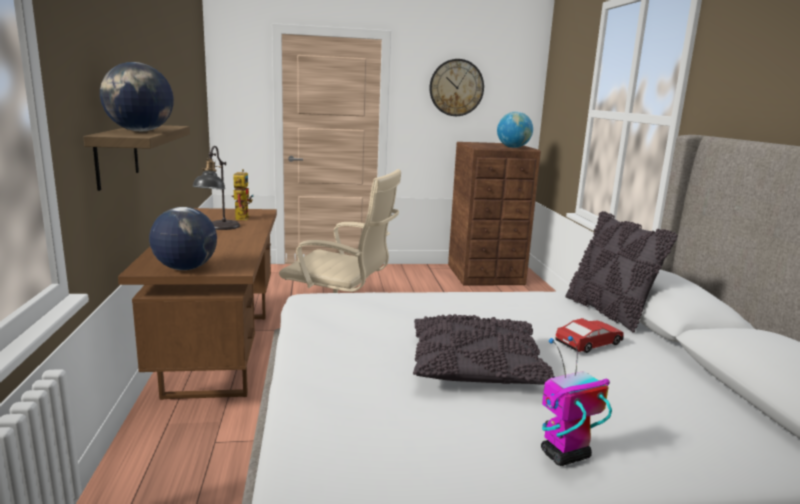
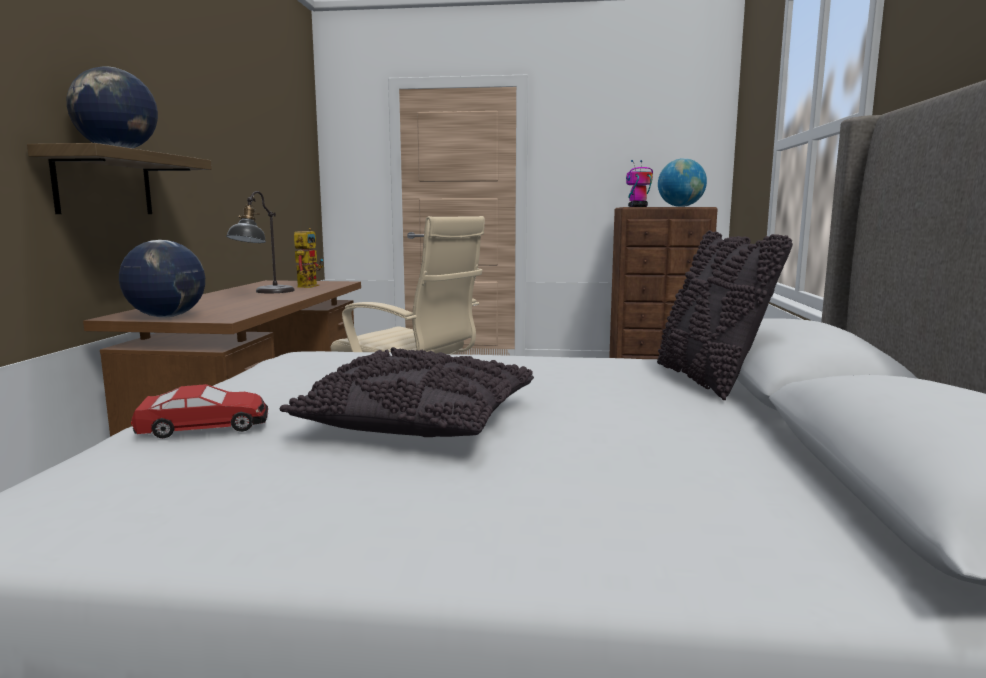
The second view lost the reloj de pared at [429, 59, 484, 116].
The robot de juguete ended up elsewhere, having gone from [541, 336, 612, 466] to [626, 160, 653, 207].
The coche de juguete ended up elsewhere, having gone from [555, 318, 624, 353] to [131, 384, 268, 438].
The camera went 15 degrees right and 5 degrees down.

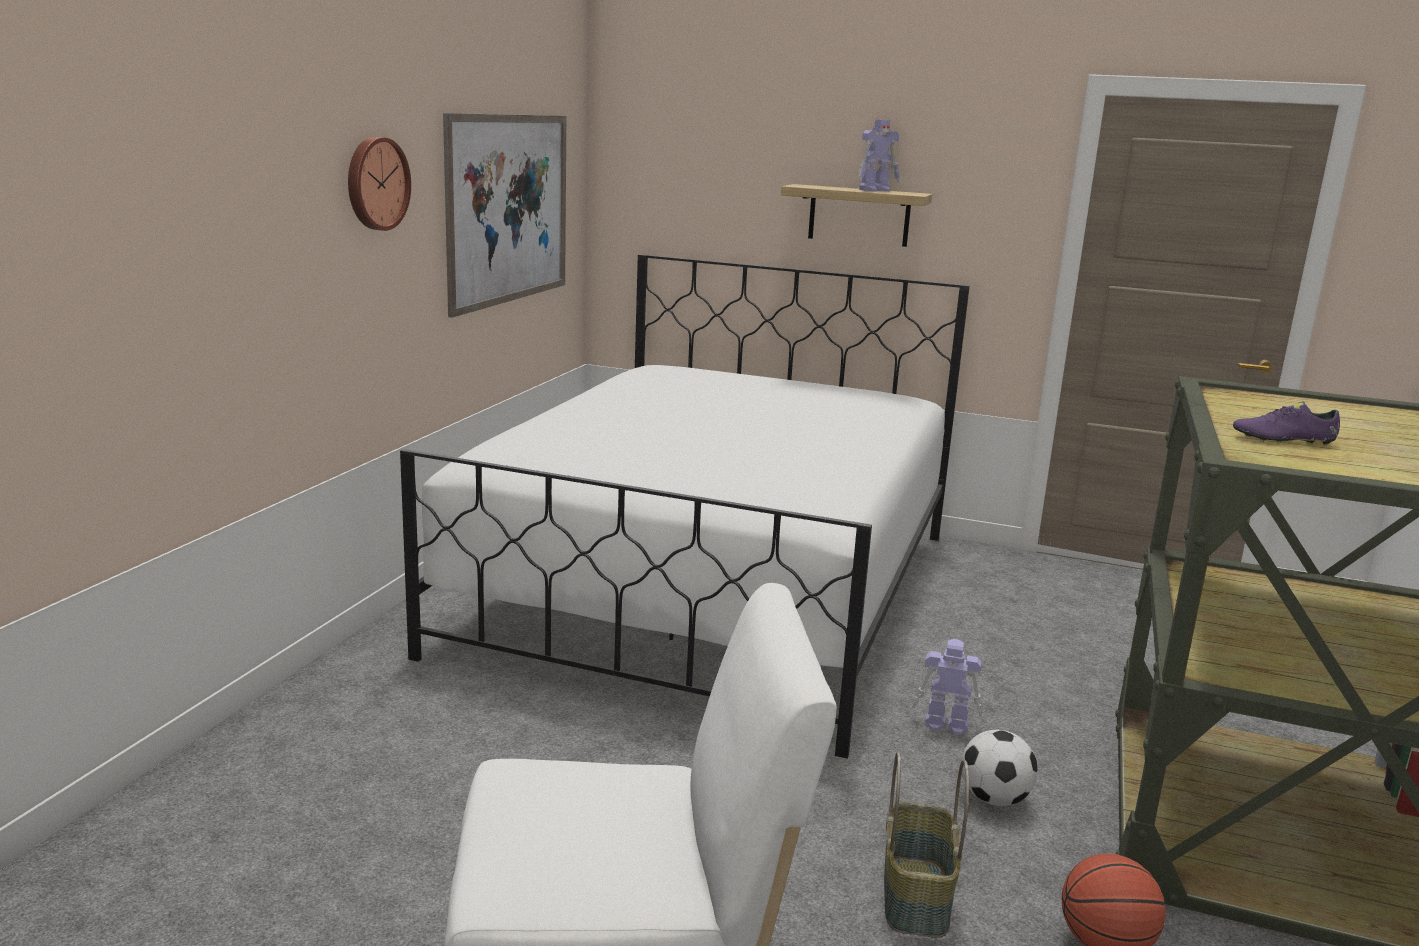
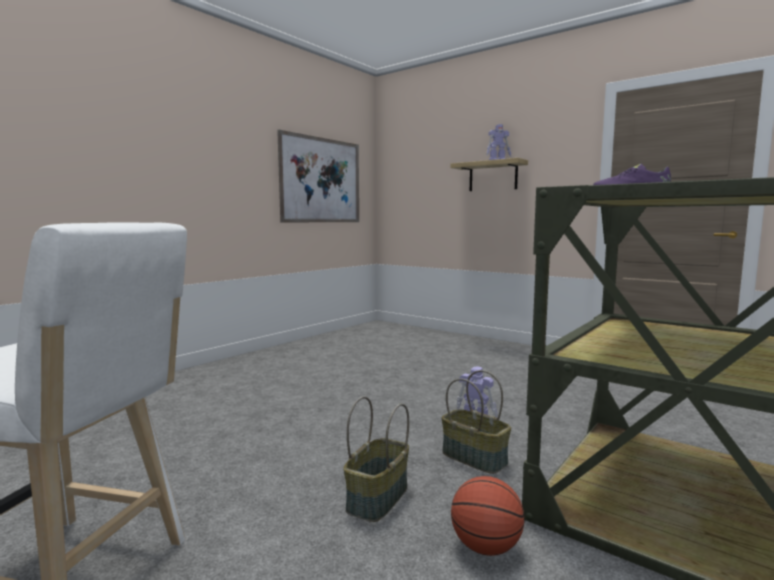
The second view lost the reloj de pared at [348, 137, 411, 231].
The second view lost the cama/blanco at [400, 254, 970, 759].
Where the balón de fútbol stood at [961, 730, 1038, 806], the cesta came to stand at [441, 370, 511, 474].
The camera went 20 degrees right and 10 degrees down.

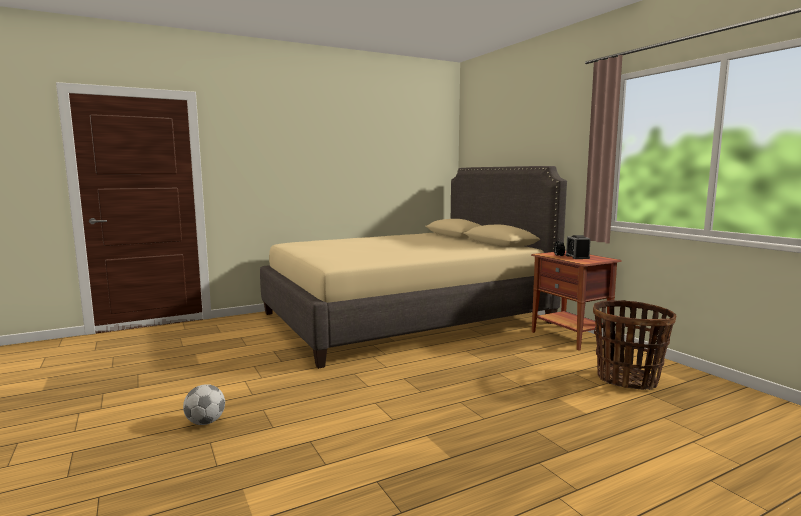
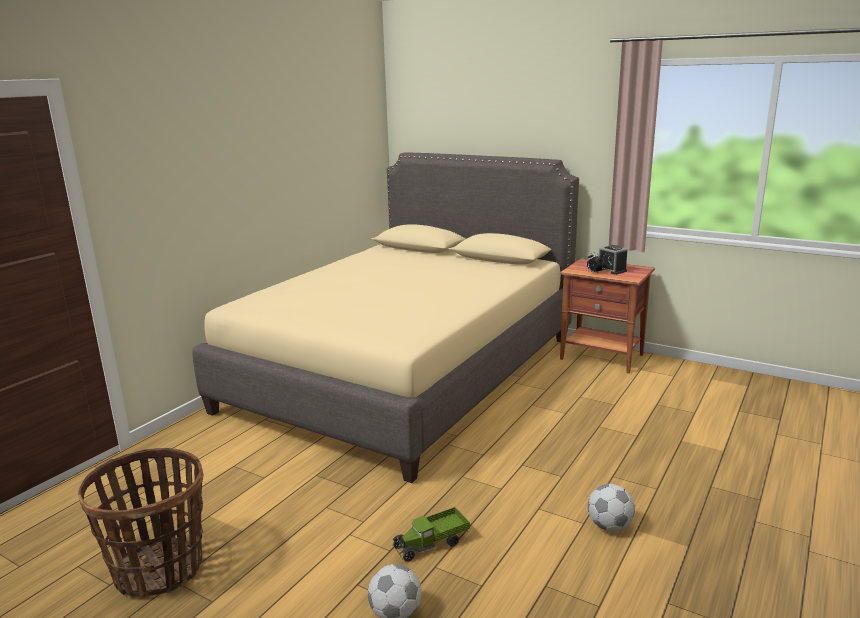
The second view gained the camión de juguete at [392, 507, 470, 562].
The second view gained the balón de fútbol at [588, 484, 635, 531].
The cesta ended up elsewhere, having gone from [593, 300, 676, 390] to [78, 448, 203, 597].
The camera went 30 degrees left and 10 degrees up.

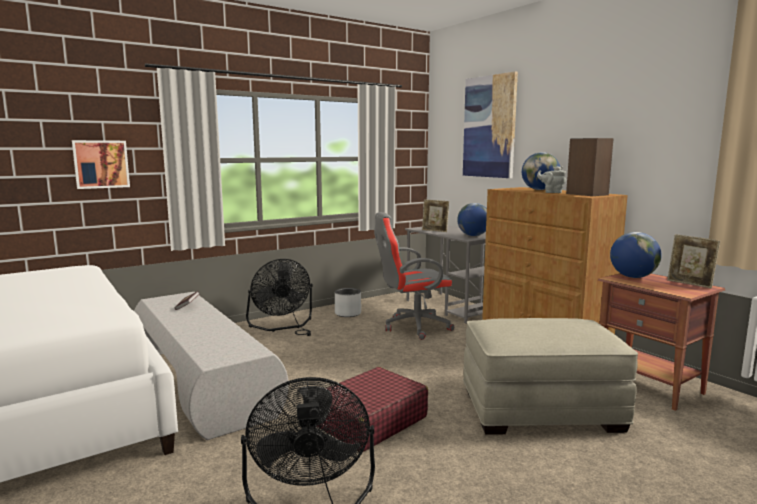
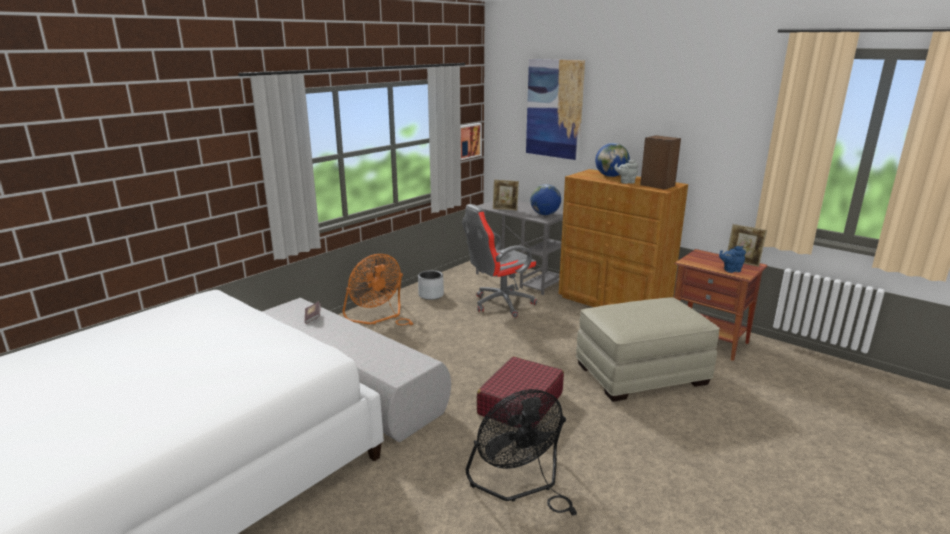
The second view lost the globo terráqueo at [610, 232, 662, 278].
The second view gained the tetera/azul at [719, 246, 746, 273].
The cuadro ended up elsewhere, having gone from [72, 140, 130, 189] to [461, 123, 482, 160].
What was the ventilador/negro at [246, 259, 313, 336] turned into the ventilador/naranja at [343, 254, 413, 325].
The camera went 15 degrees left and 10 degrees up.

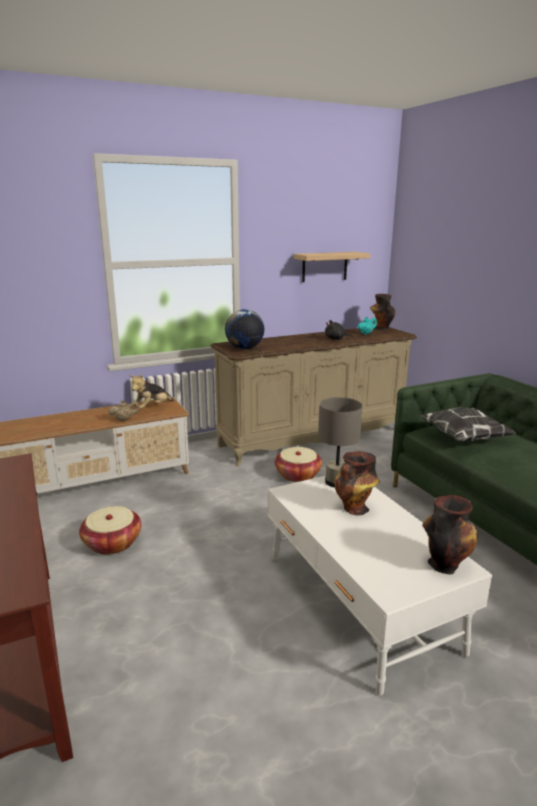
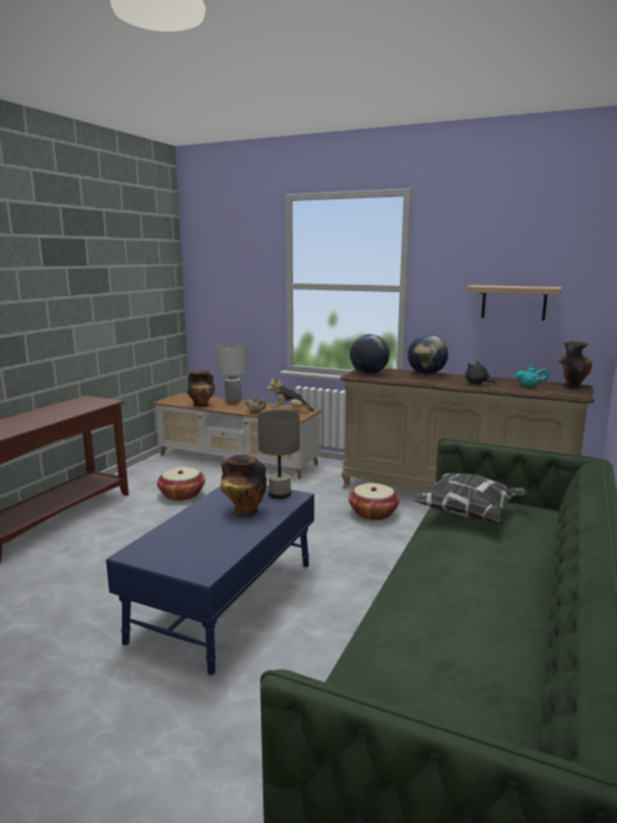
The second view gained the lámpara de mesa/gris at [218, 344, 246, 403].
The second view gained the globo terráqueo at [407, 334, 448, 375].
The florero ended up elsewhere, having gone from [423, 495, 478, 575] to [187, 370, 215, 407].
What was the mesa de centro/blanco at [267, 476, 492, 695] turned into the mesa de centro/azul at [106, 485, 314, 675].
The camera went 50 degrees right and 5 degrees down.

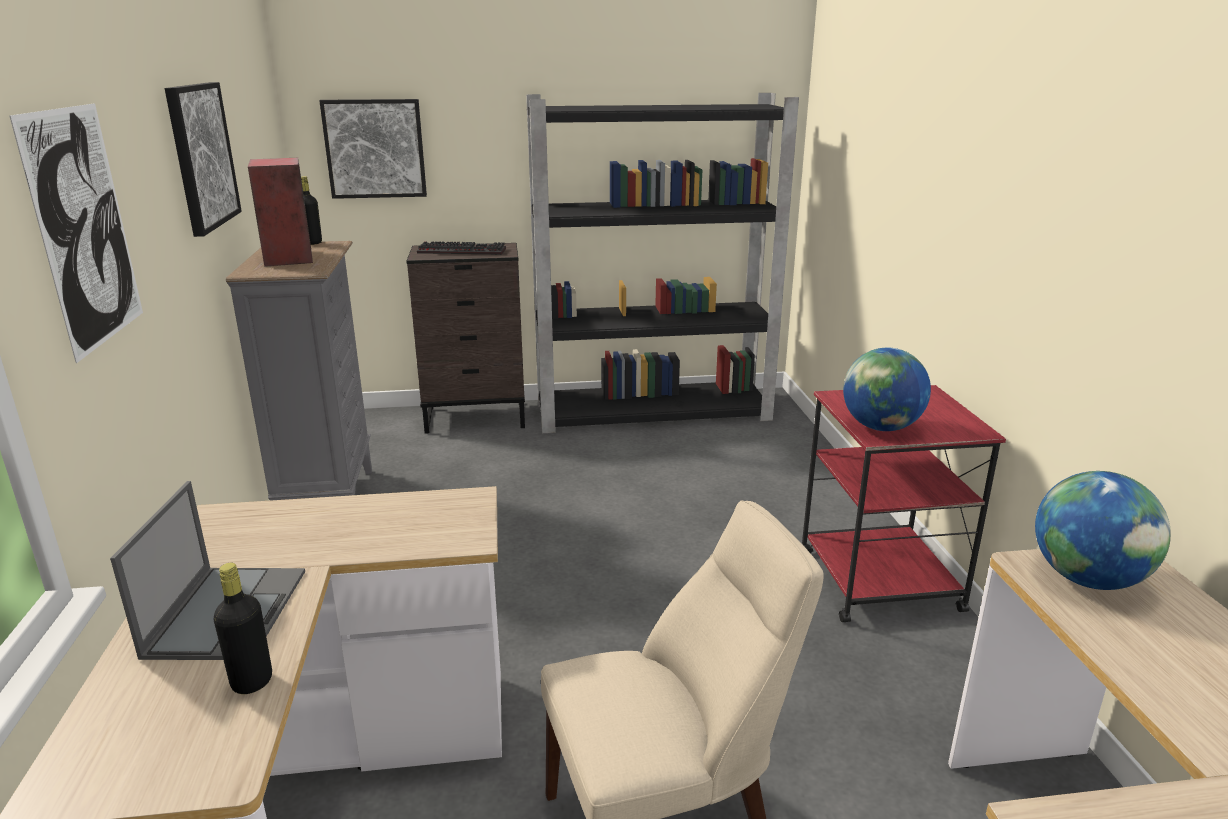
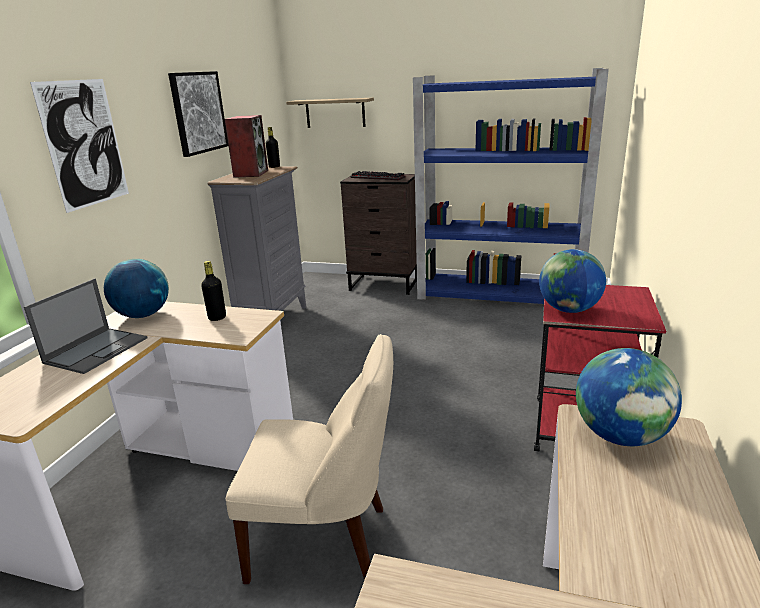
The second view gained the globo terráqueo at [104, 259, 169, 318].
The botella/negro ended up elsewhere, having gone from [214, 563, 272, 694] to [201, 261, 226, 321].
Where the cuadro hung at [319, 99, 427, 199], the estante came to hang at [286, 98, 374, 128].
What was the estantería/negro at [526, 93, 799, 433] turned into the estantería/azul at [413, 68, 609, 304].
The camera went 25 degrees right and 0 degrees up.

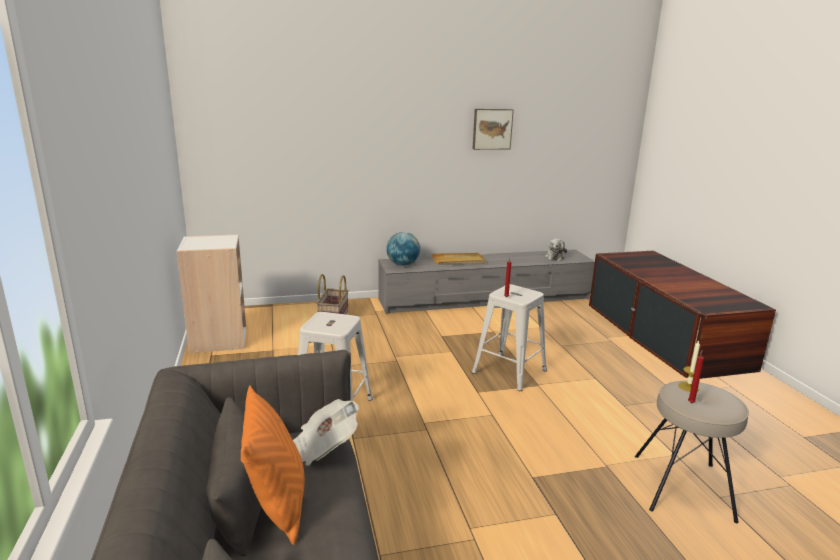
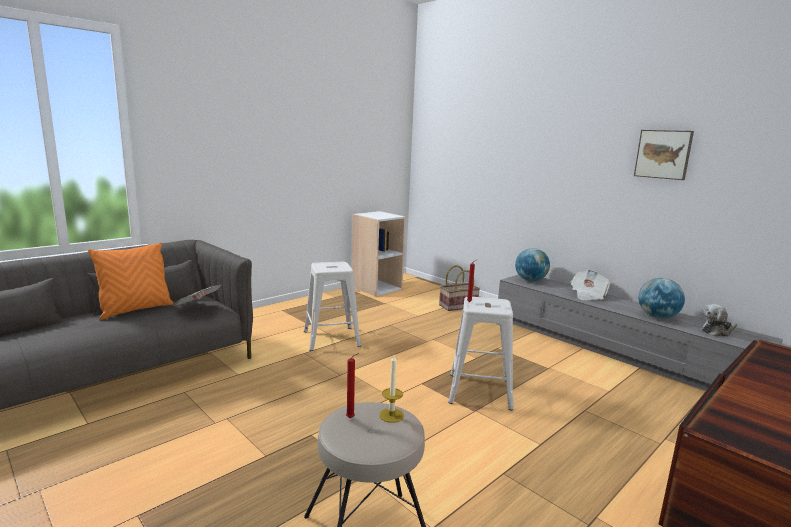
The second view gained the globo terráqueo at [638, 278, 685, 319].
Where the bandeja/beis stood at [432, 253, 486, 265], the periódico came to stand at [570, 270, 610, 300].
The camera went 60 degrees right and 5 degrees down.

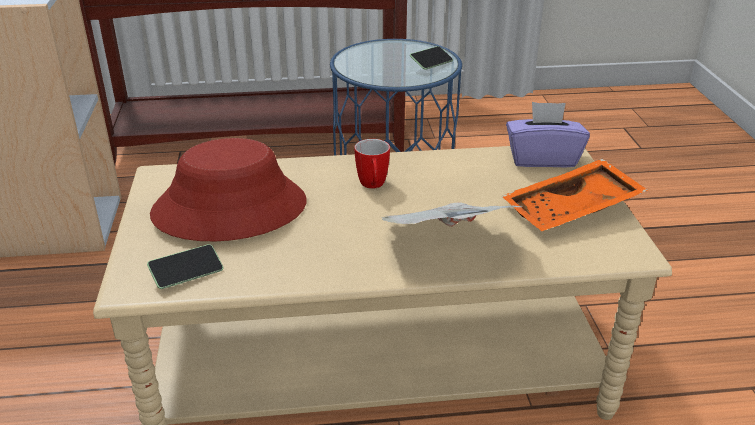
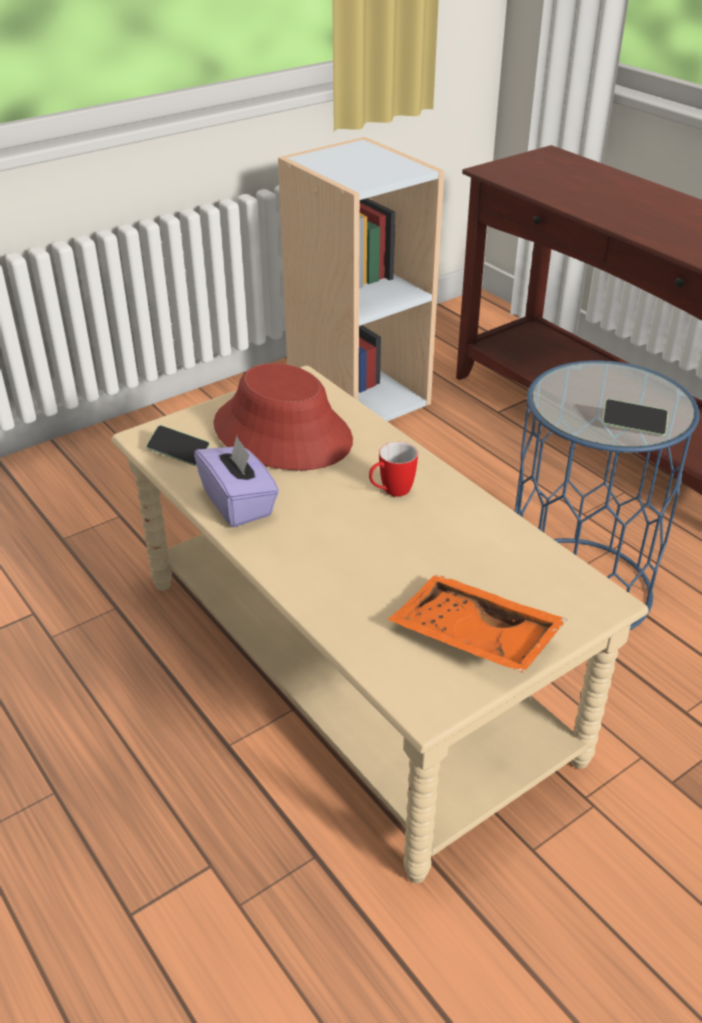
The second view lost the periódico at [382, 202, 522, 227].
The caja de pañuelos/morado ended up elsewhere, having gone from [506, 102, 590, 168] to [194, 436, 279, 527].
The camera went 60 degrees right and 5 degrees up.

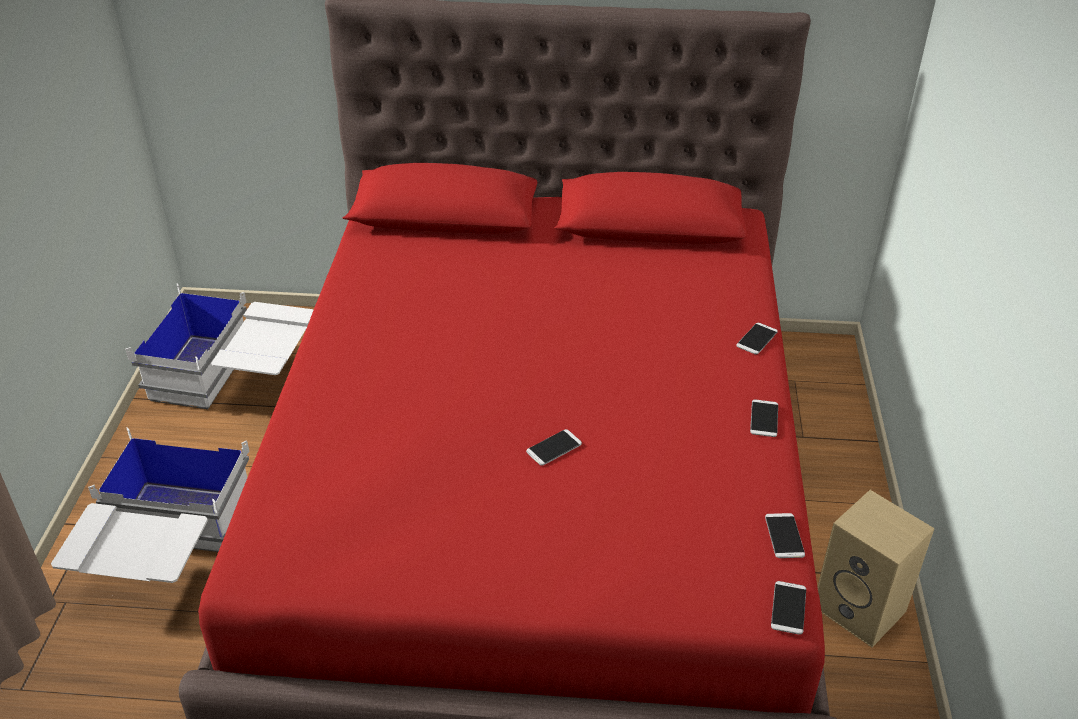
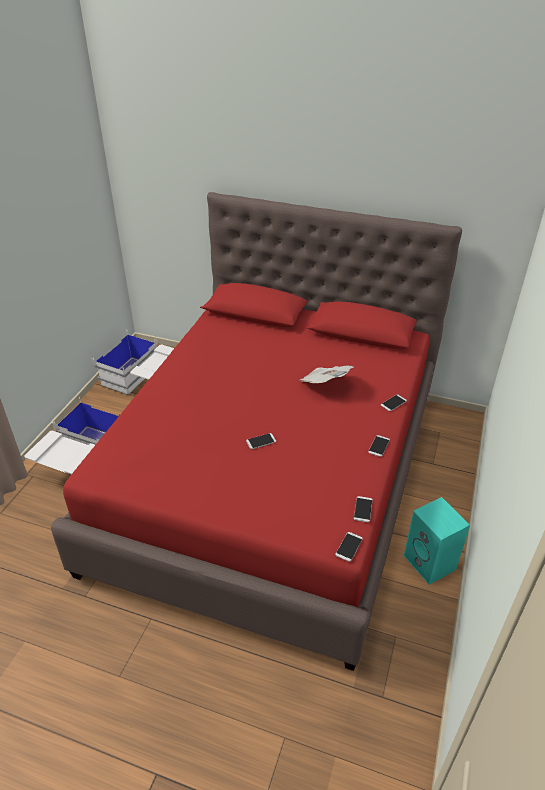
The second view gained the periódico at [300, 365, 353, 383].
What was the altavoz/beis at [817, 490, 935, 647] turned into the altavoz/turquesa at [404, 497, 470, 585].
The camera went 15 degrees right and 0 degrees up.

